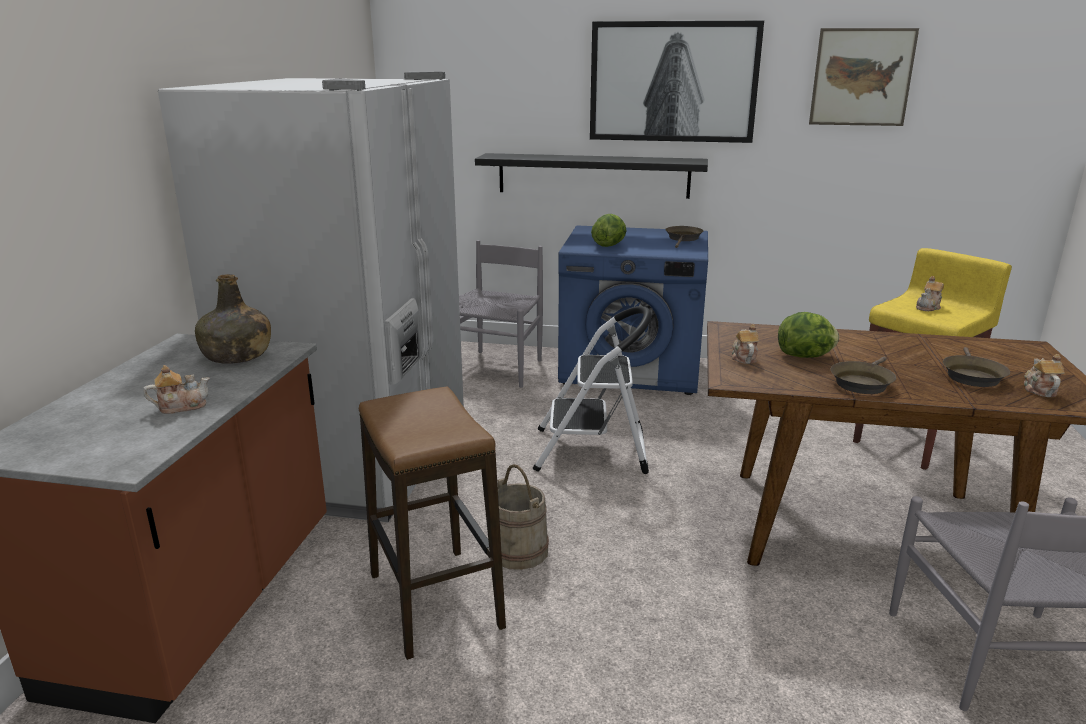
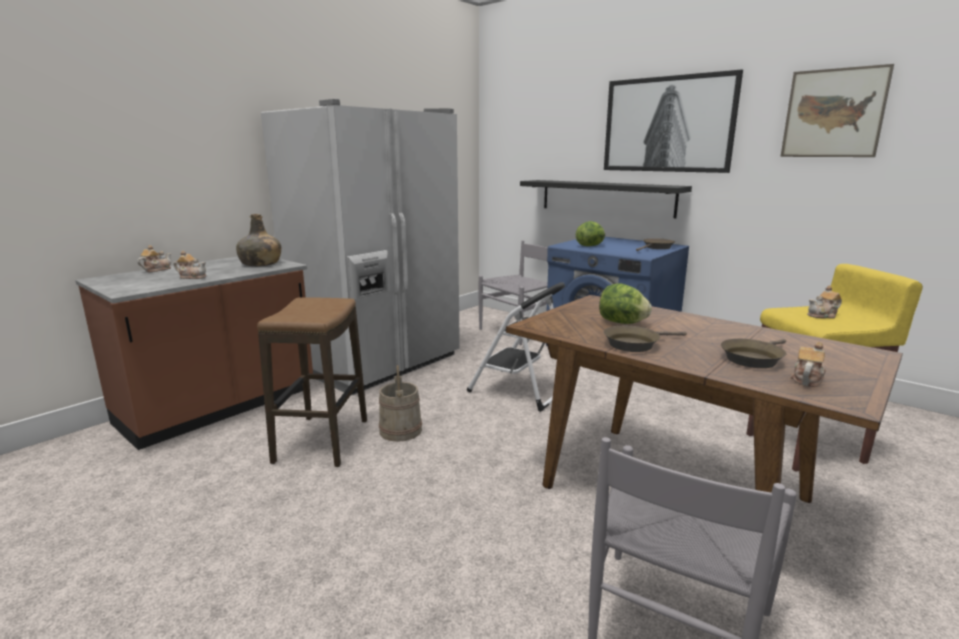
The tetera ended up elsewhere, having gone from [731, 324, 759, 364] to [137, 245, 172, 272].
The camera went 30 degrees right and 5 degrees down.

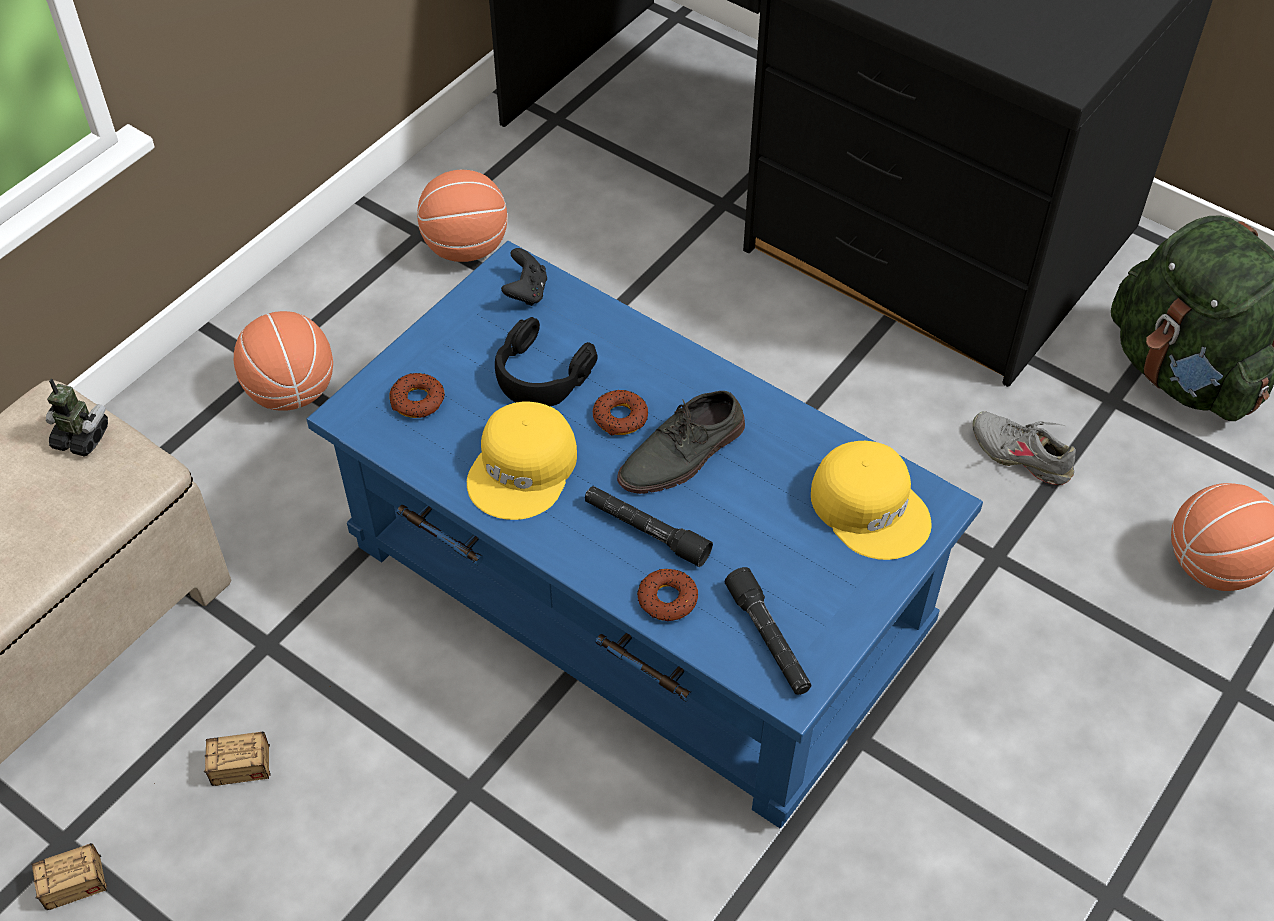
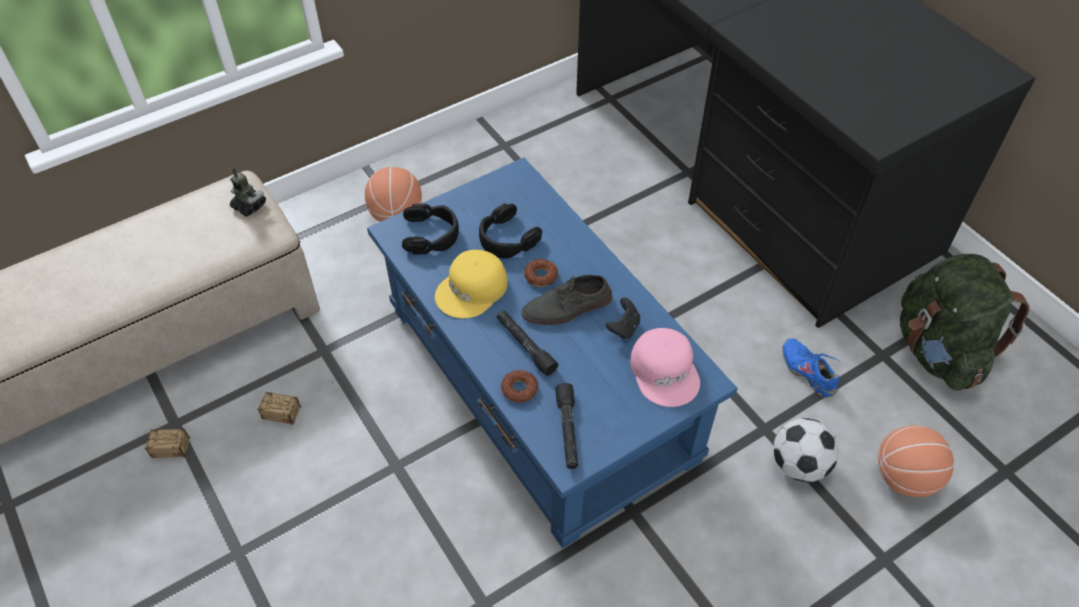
The second view lost the balón de baloncesto at [417, 170, 507, 262].
The second view gained the balón de fútbol at [773, 418, 838, 482].
The mando de consola/negro ended up elsewhere, having gone from [501, 248, 547, 306] to [606, 298, 640, 339].
Where the rosquilla stood at [389, 373, 445, 418], the auriculares/negro came to stand at [402, 204, 459, 255].
What was the gorra/amarillo at [811, 441, 932, 560] turned into the gorra/rosa at [630, 328, 700, 407].
What was the zapato/gris at [973, 411, 1076, 485] turned into the zapato/azul at [783, 338, 841, 397].
The camera went 20 degrees right and 0 degrees up.

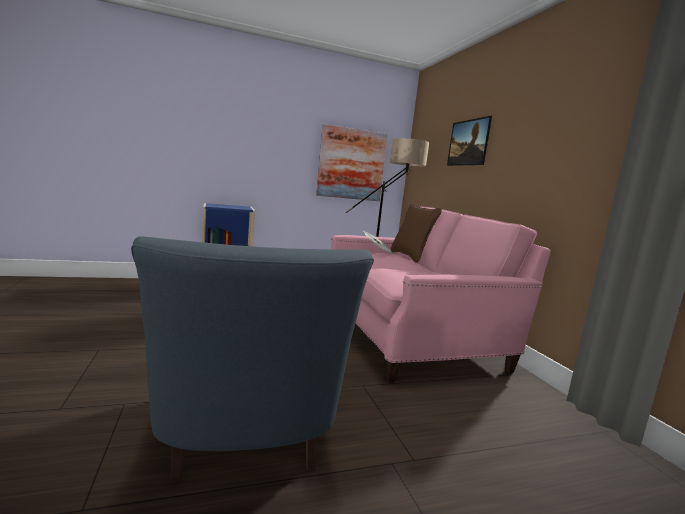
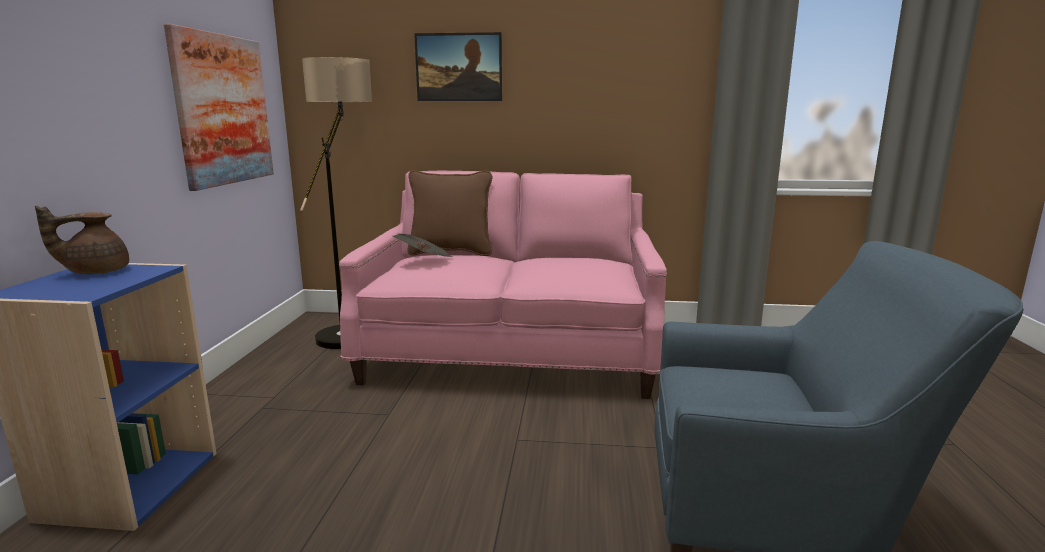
The second view gained the tetera/marrón at [35, 205, 129, 274].
The camera went 65 degrees left and 5 degrees up.

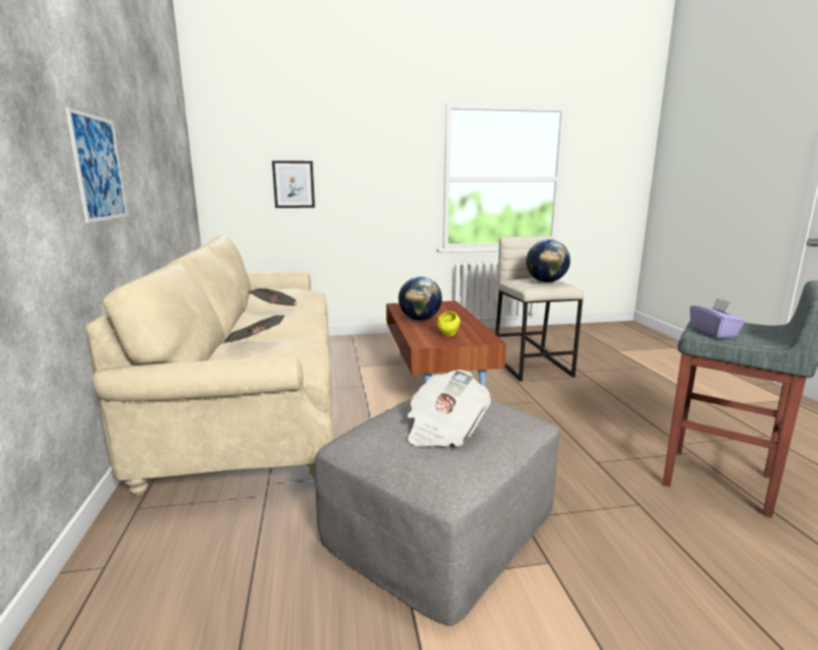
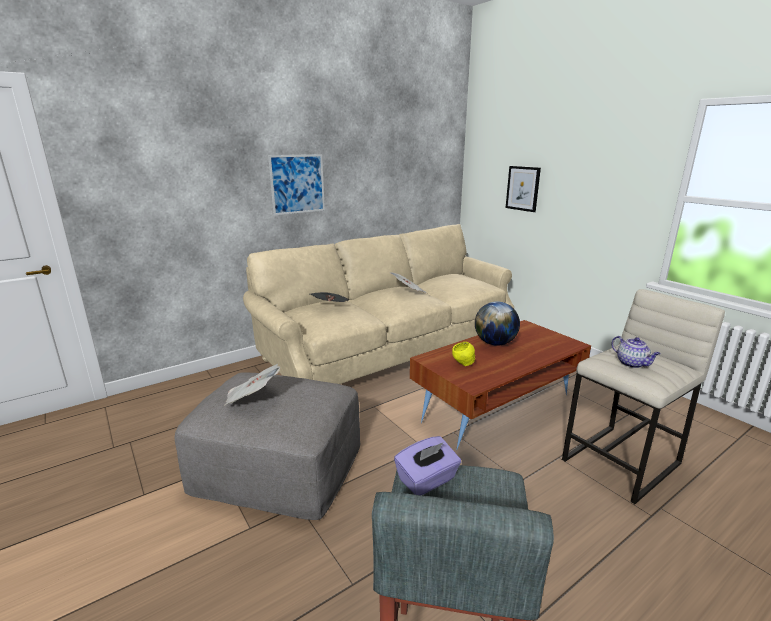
Where the globo terráqueo stood at [526, 239, 570, 282], the tetera came to stand at [612, 336, 660, 368].
The camera went 65 degrees right and 5 degrees up.

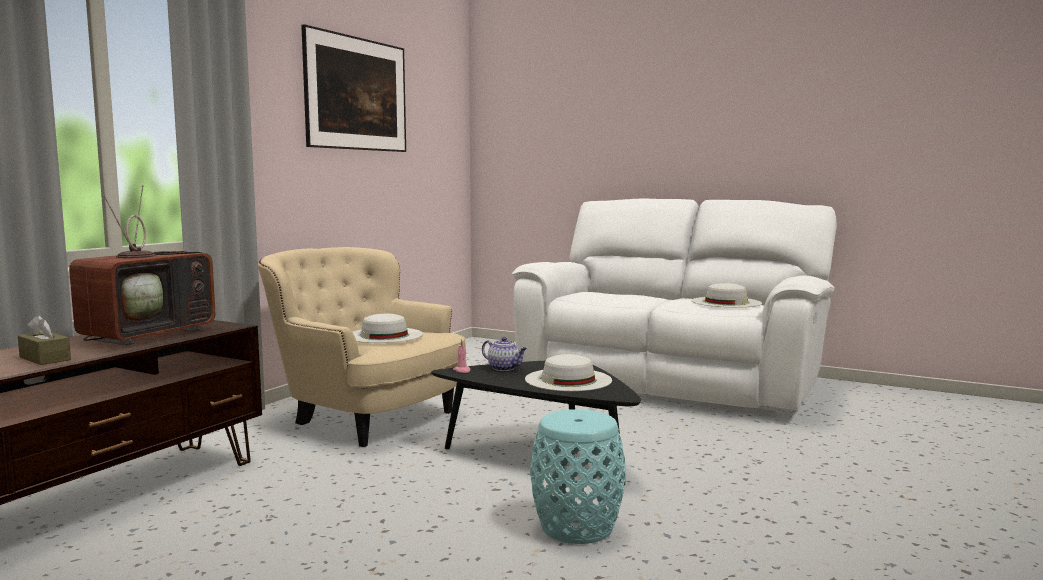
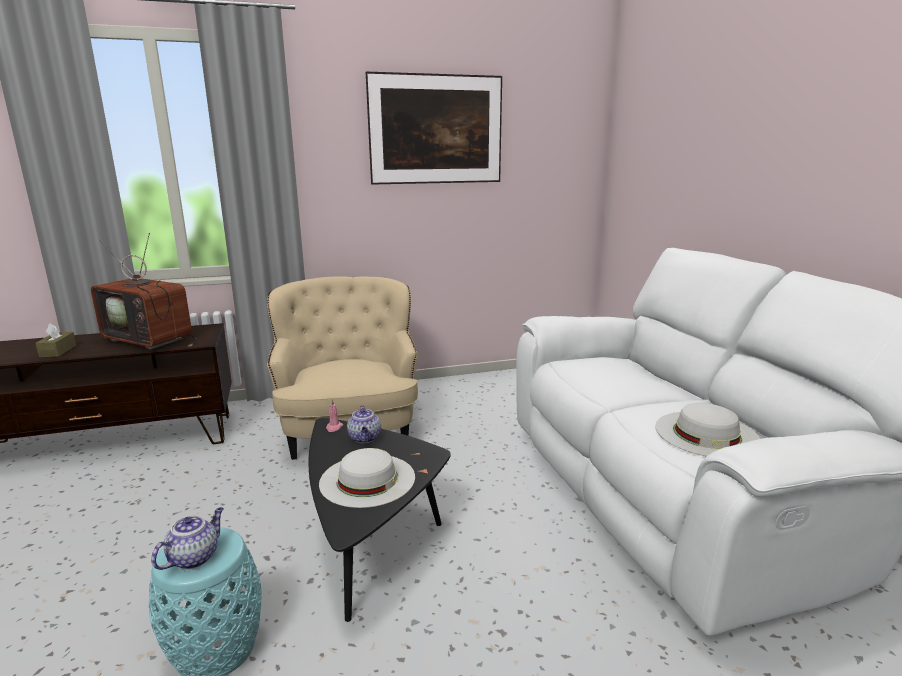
The second view lost the sombrero/blanco at [352, 314, 423, 343].
The second view gained the tetera at [151, 507, 224, 570].
The televisor at [69, 185, 216, 345] ended up facing another way, 45 degrees clockwise from before.
The camera went 45 degrees right and 10 degrees up.

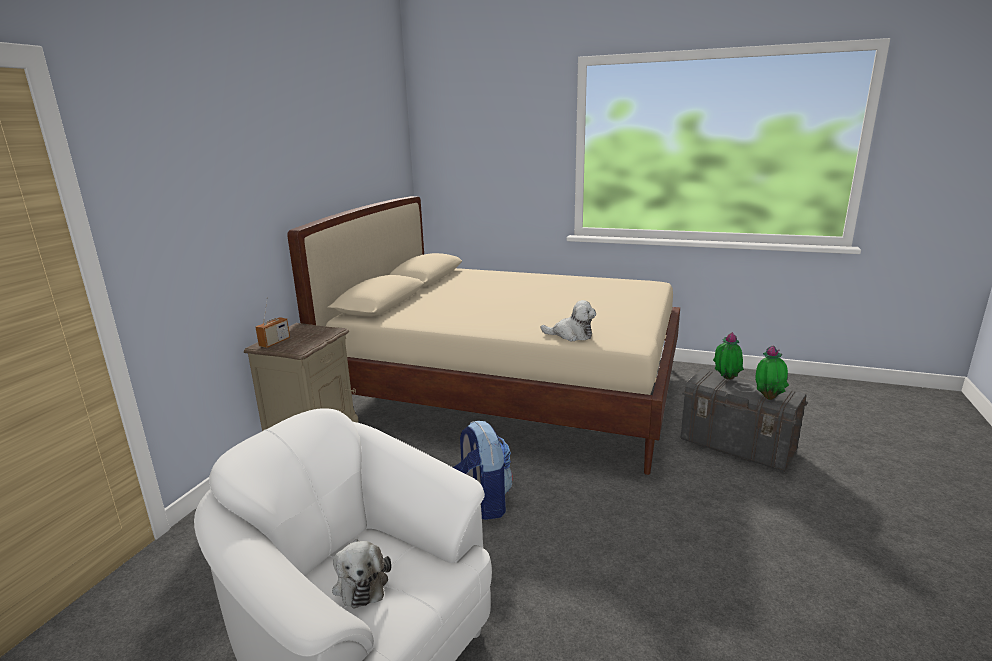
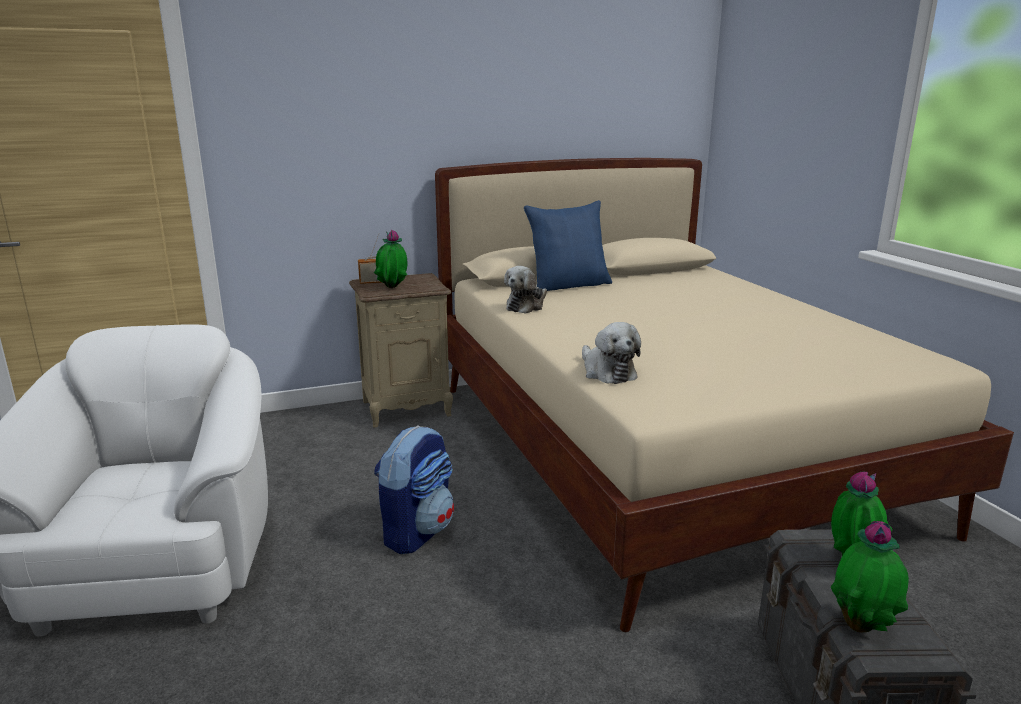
The second view gained the planta en maceta at [374, 230, 407, 288].
The second view gained the cojín/azul at [524, 200, 612, 291].
The peluche ended up elsewhere, having gone from [332, 539, 391, 608] to [504, 266, 547, 314].
The camera went 50 degrees right and 0 degrees up.

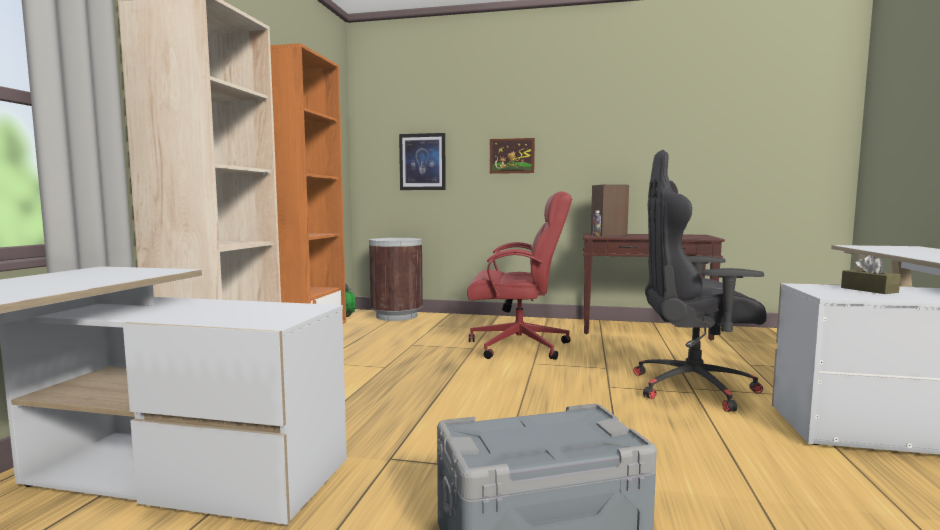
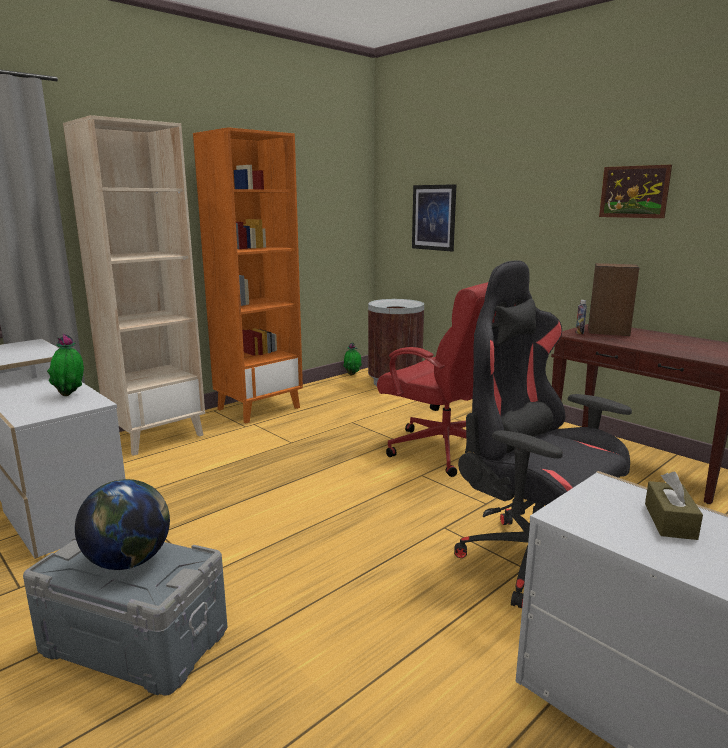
The second view gained the planta en maceta at [47, 334, 84, 396].
The second view gained the globo terráqueo at [75, 479, 170, 570].
The cuadro ended up elsewhere, having gone from [489, 138, 535, 174] to [599, 165, 672, 218].
The camera went 35 degrees right and 10 degrees up.

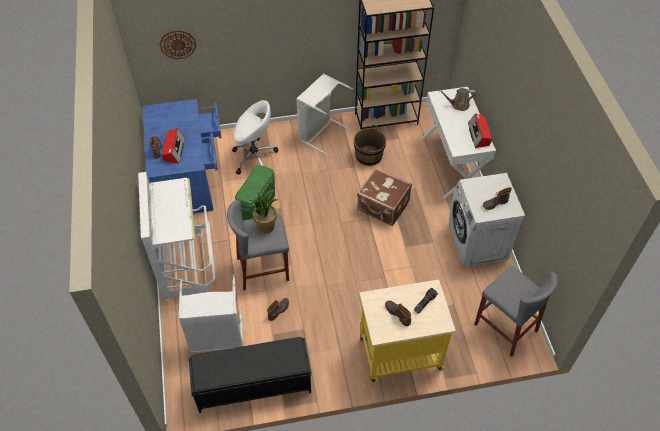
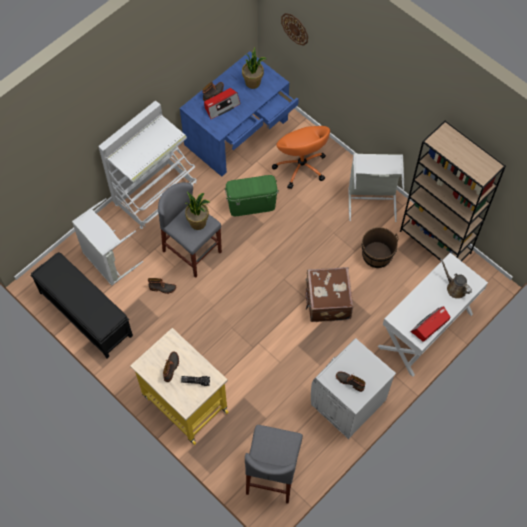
The second view gained the planta en maceta at [242, 48, 266, 89].
What was the silla de oficina/blanco at [232, 100, 279, 175] turned into the silla de oficina/naranja at [272, 126, 330, 189].
The camera went 55 degrees right and 10 degrees up.

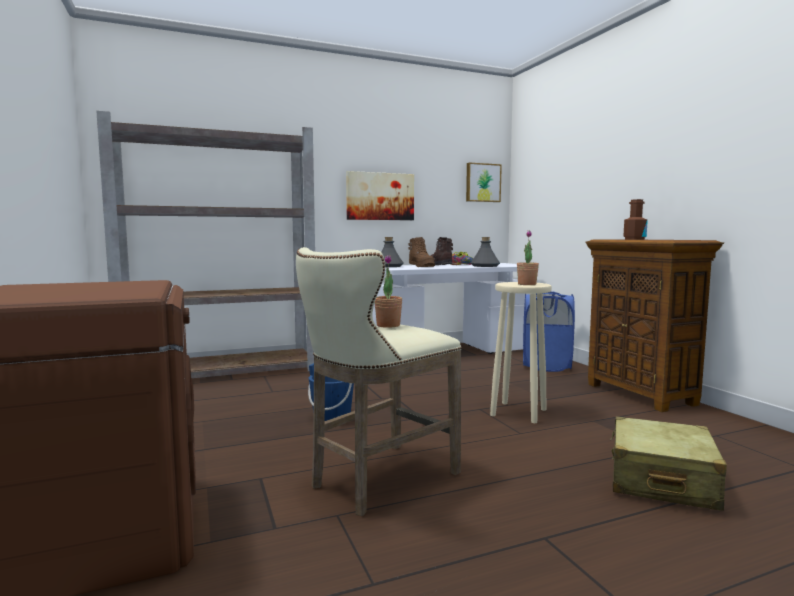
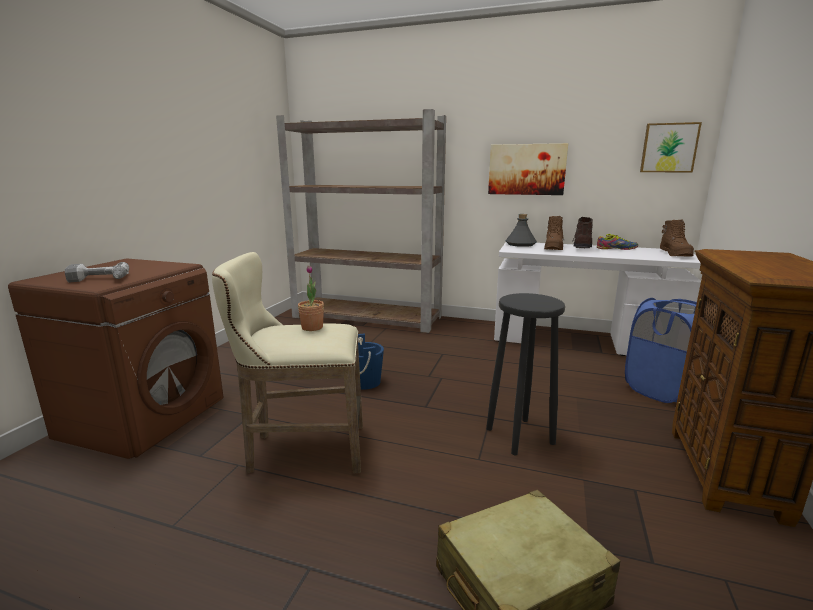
The second view lost the botella/gris at [471, 237, 500, 267].
The second view lost the planta en maceta at [517, 230, 539, 285].
The second view lost the botella/marrón at [623, 199, 648, 240].
The second view gained the taladro at [65, 262, 129, 283].
The second view gained the bota/marrón at [660, 219, 694, 257].
What was the taburete/beis at [490, 282, 552, 423] turned into the taburete/negro at [486, 293, 565, 455].
The camera went 40 degrees right and 10 degrees up.

